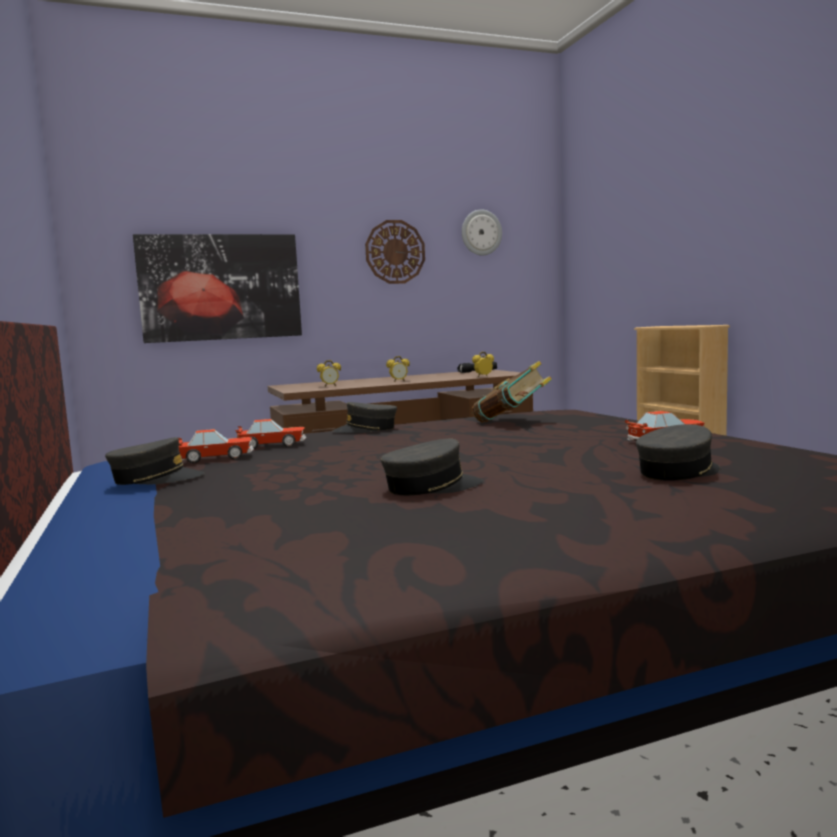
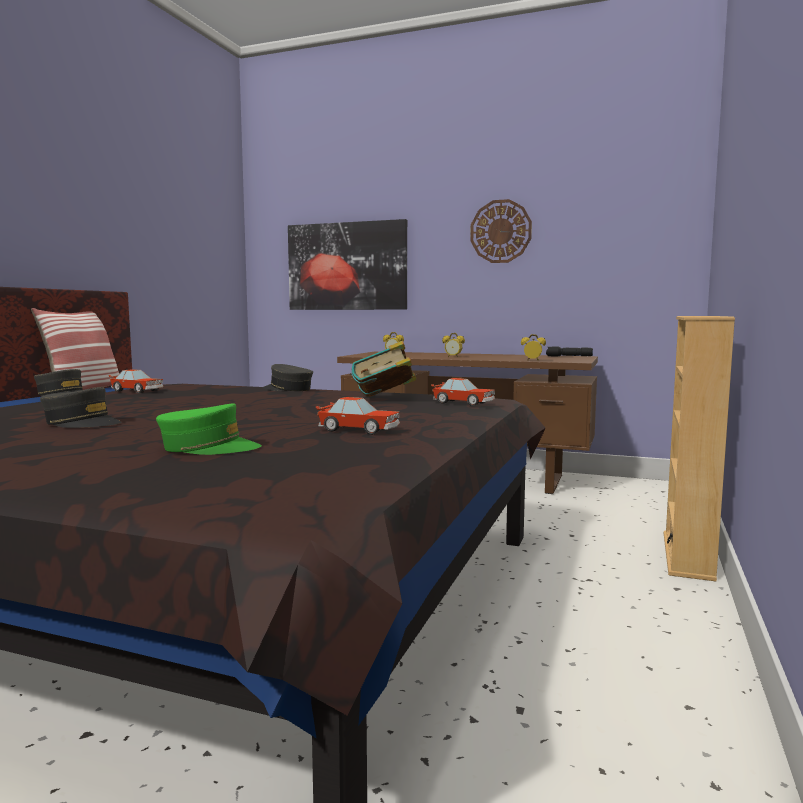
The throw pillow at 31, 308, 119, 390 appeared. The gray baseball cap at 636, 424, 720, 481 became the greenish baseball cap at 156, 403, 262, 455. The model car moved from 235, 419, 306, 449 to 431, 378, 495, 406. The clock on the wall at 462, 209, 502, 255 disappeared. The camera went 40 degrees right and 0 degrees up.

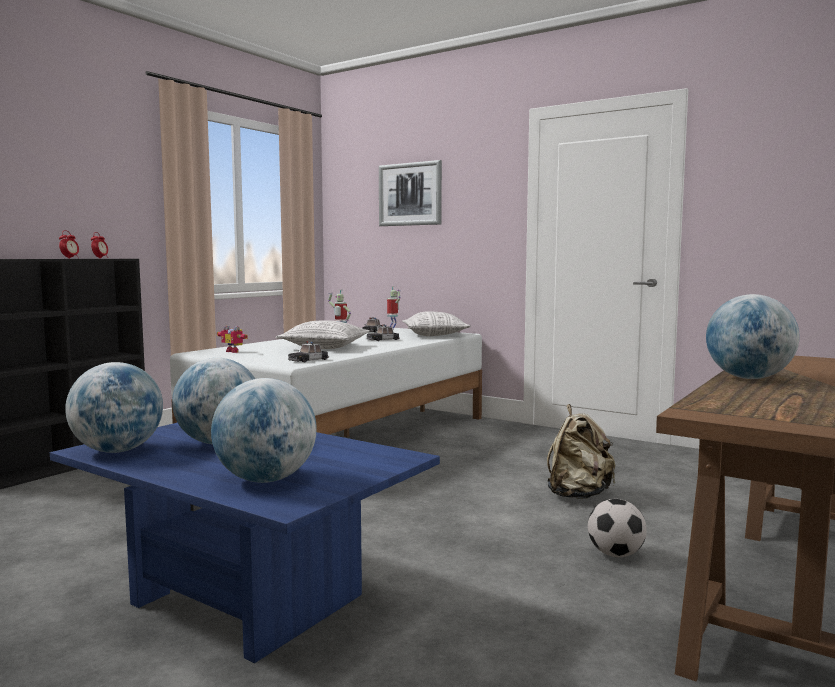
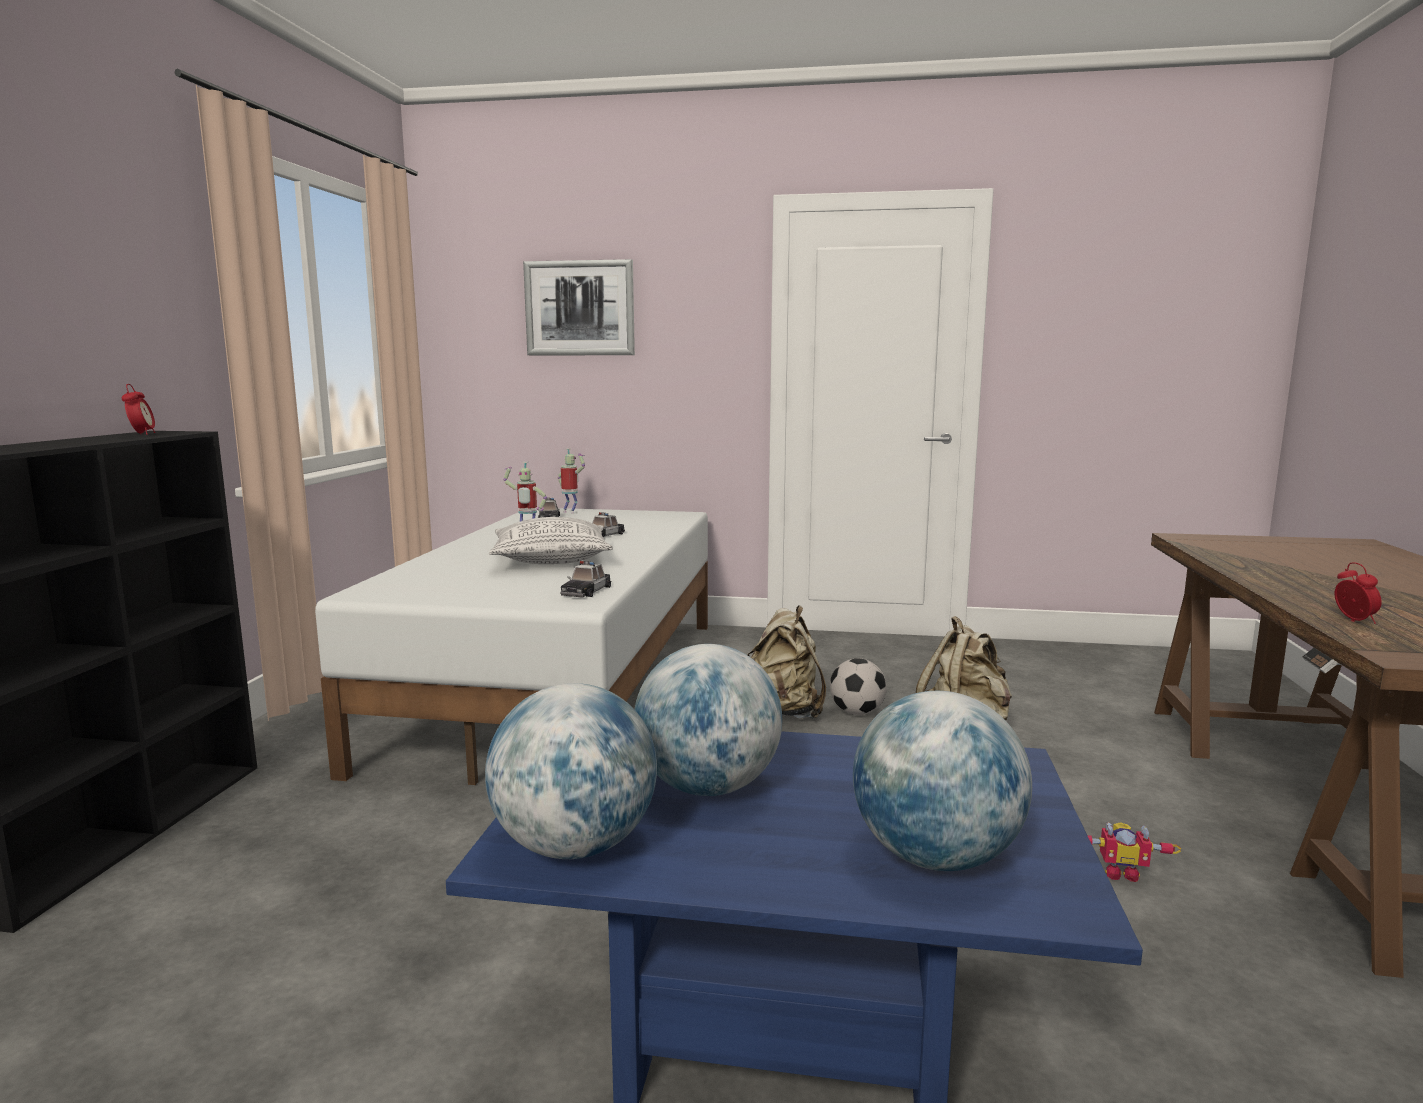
The beige-coloured backpack at 748, 605, 826, 719 appeared. The football ball moved from 588, 499, 647, 558 to 830, 658, 887, 715. The toy robot moved from 216, 325, 248, 353 to 1087, 822, 1181, 882. The bedside clock moved from 59, 230, 79, 259 to 1335, 562, 1382, 624. The throw pillow at 402, 311, 471, 336 disappeared. The desk globe at 706, 294, 800, 379 disappeared. The camera went 25 degrees left and 5 degrees up.

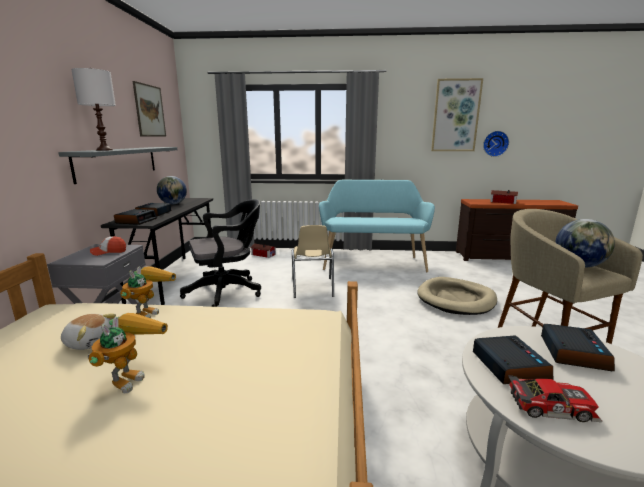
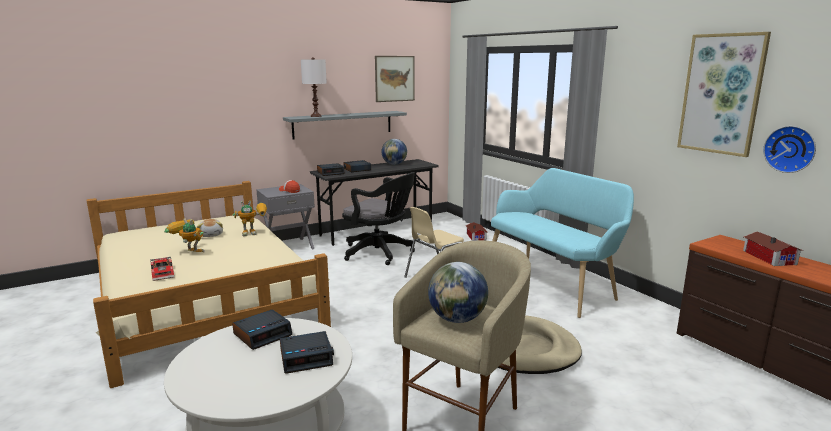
The model car moved from 508, 375, 602, 422 to 150, 257, 174, 281. The toy robot at 88, 313, 168, 393 turned 135 degrees counterclockwise. The camera went 55 degrees right and 0 degrees up.

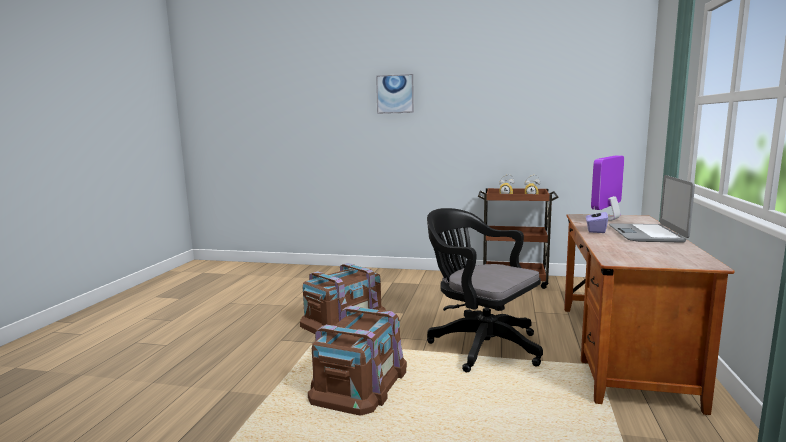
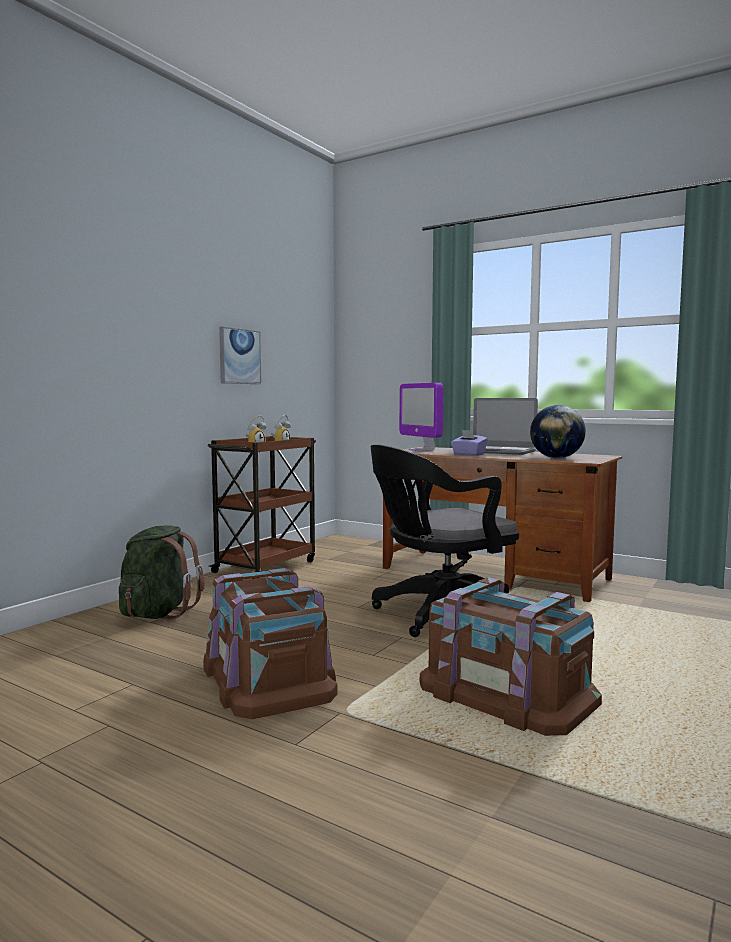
The greenish backpack at 119, 525, 205, 620 appeared. The wall art moved from 376, 74, 414, 114 to 219, 327, 261, 384. The desk globe at 530, 405, 586, 458 appeared. The camera went 70 degrees left and 5 degrees down.

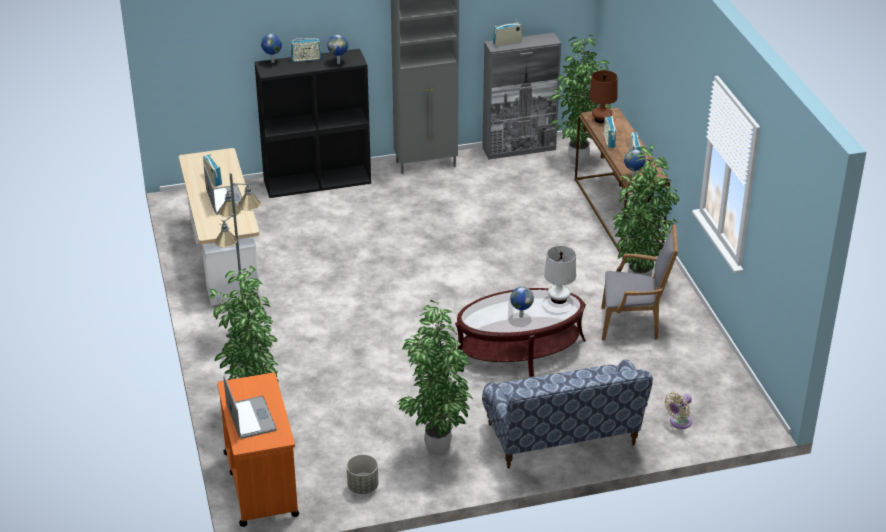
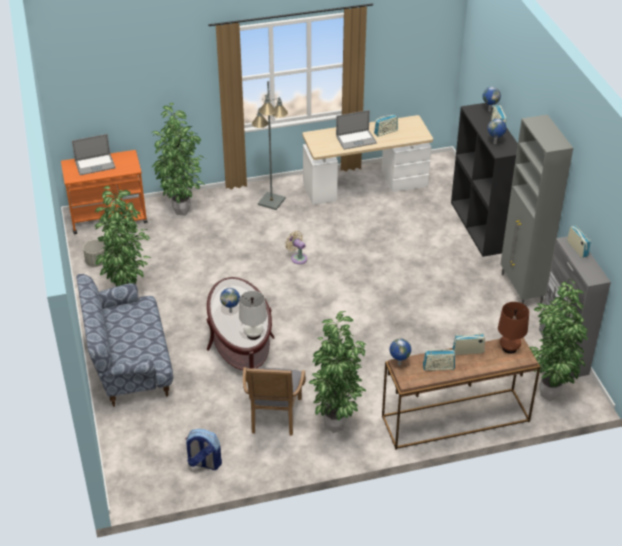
The backpack at 185, 429, 222, 470 appeared. The beige-coloured electric fan moved from 664, 392, 692, 429 to 286, 231, 307, 264. The camera went 90 degrees right and 5 degrees up.

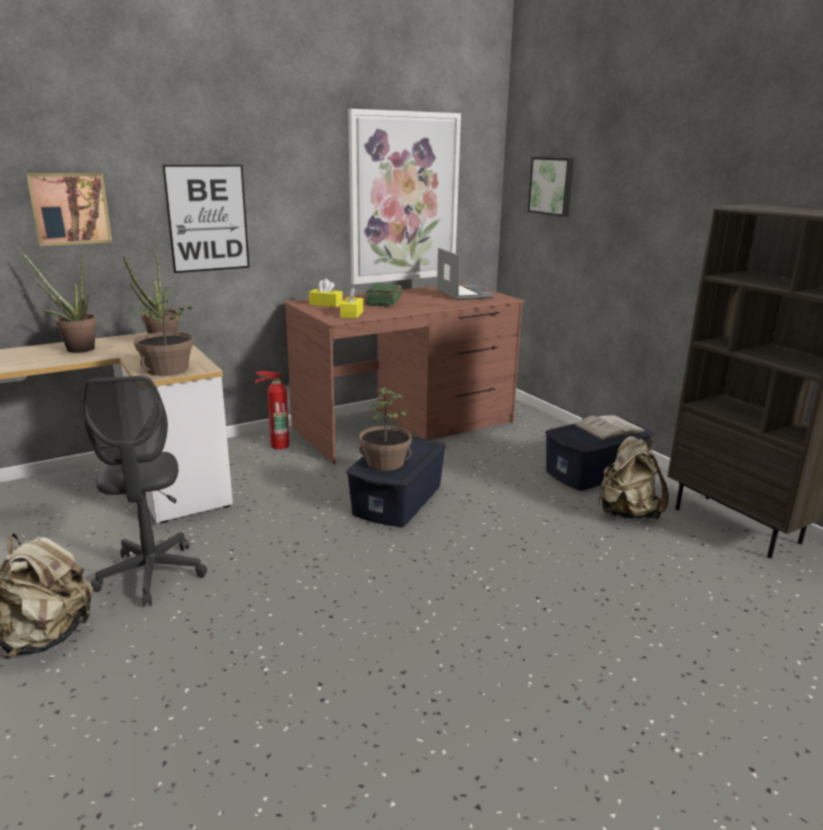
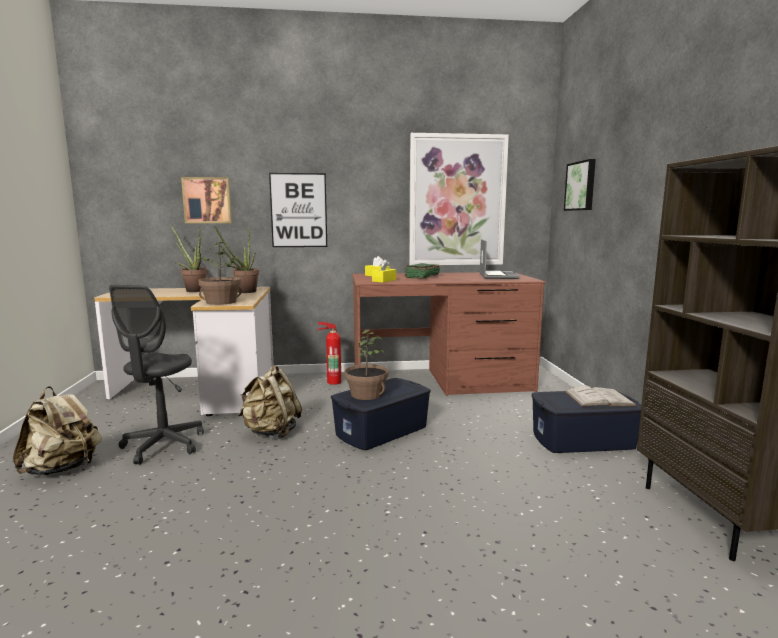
The beige-coloured backpack moved from 598, 436, 669, 519 to 238, 365, 302, 439. The camera went 25 degrees right and 10 degrees down.

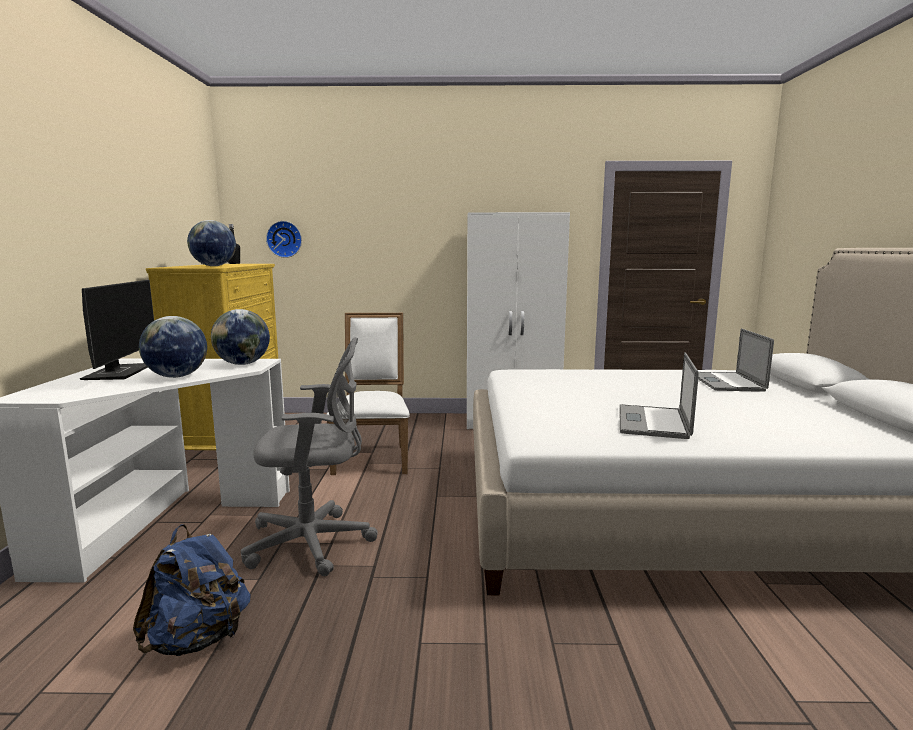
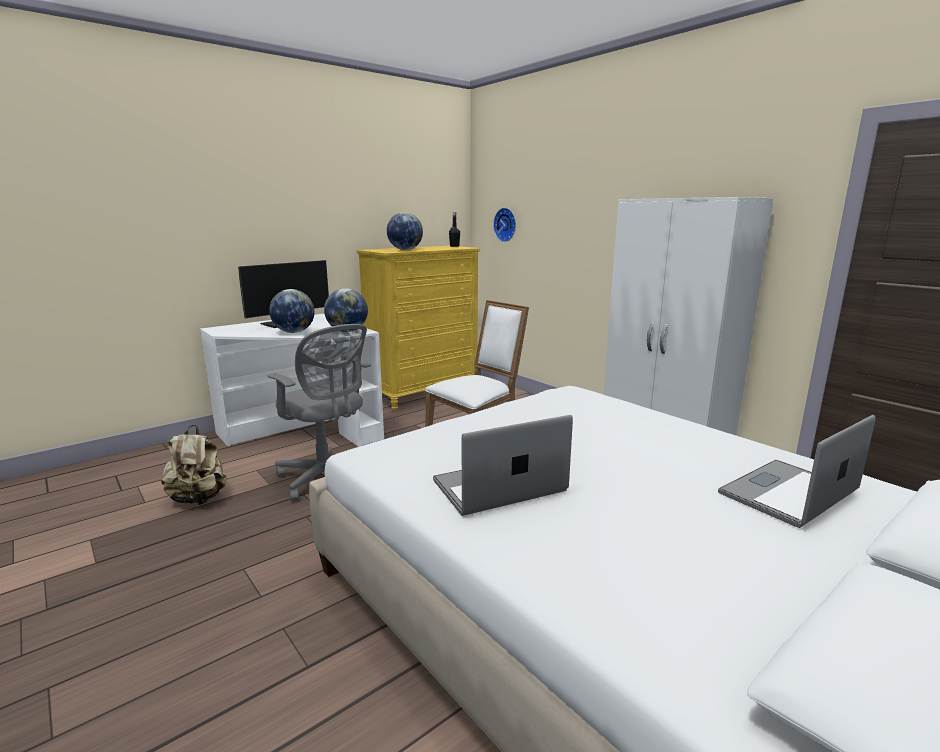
The blue backpack at 133, 524, 250, 656 became the beige-coloured backpack at 161, 425, 227, 505. The camera went 50 degrees right and 5 degrees up.

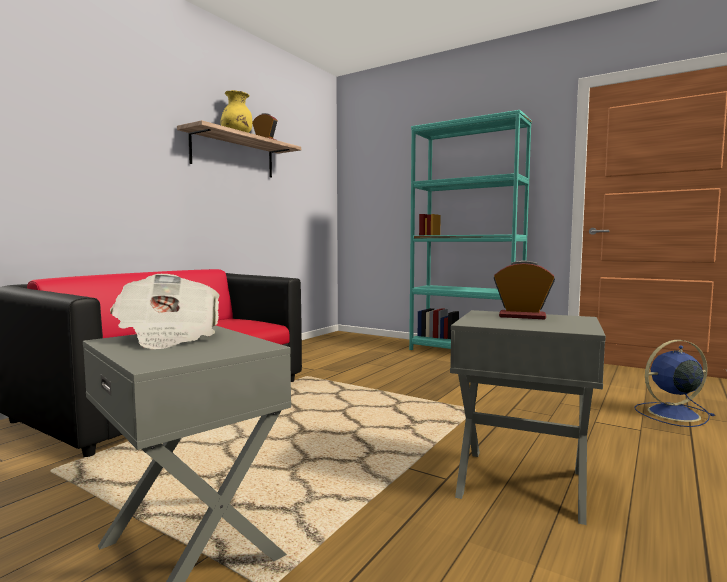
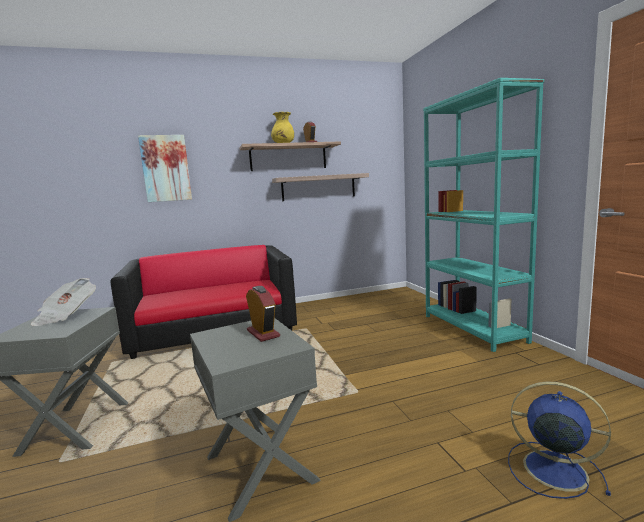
The wall art at 138, 135, 192, 202 appeared. The bracket shelf at 272, 173, 369, 201 appeared. The camera went 40 degrees right and 5 degrees up.

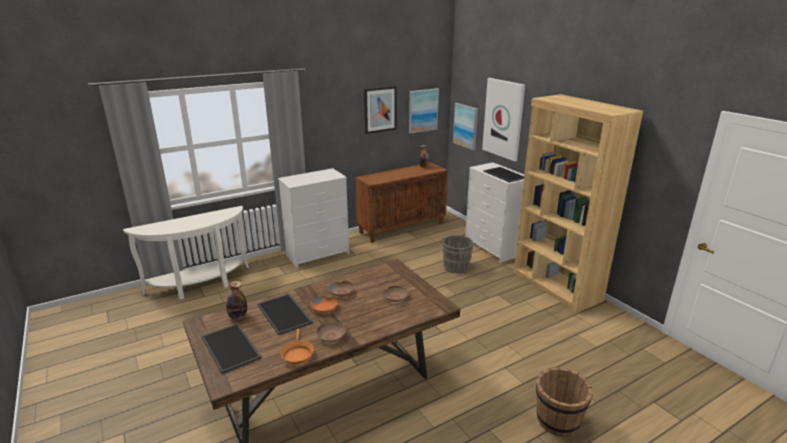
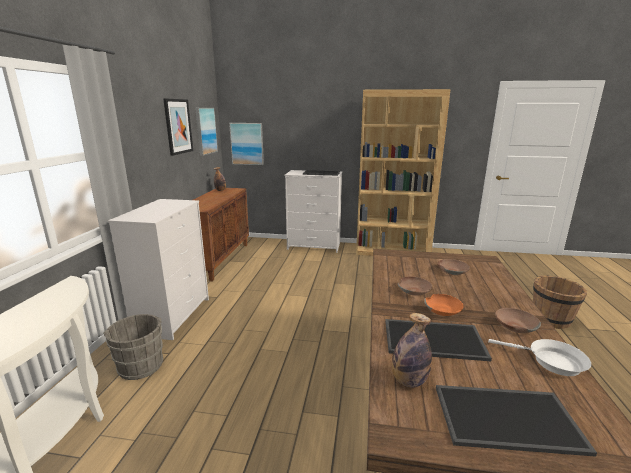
The gray bucket moved from 442, 235, 476, 273 to 103, 314, 163, 380. The orange frying pan at 280, 328, 314, 365 became the white frying pan at 488, 339, 591, 376. The wall art at 482, 78, 525, 162 disappeared. The camera went 50 degrees left and 5 degrees down.

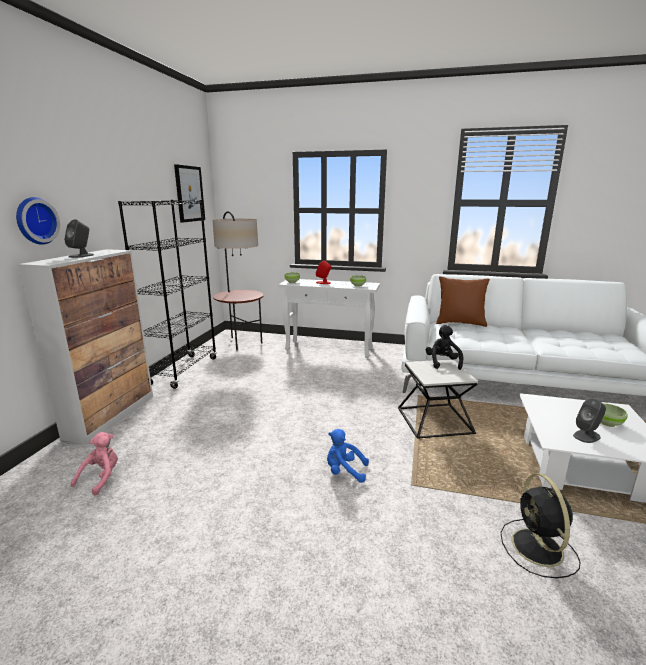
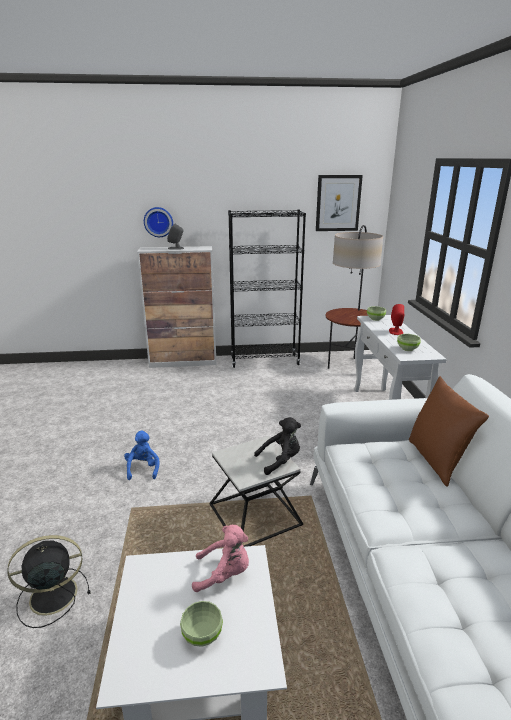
The pink-coloured plush toy moved from 71, 432, 118, 495 to 192, 525, 249, 592. The gray speaker at 573, 398, 606, 443 disappeared. The camera went 70 degrees right and 5 degrees up.

